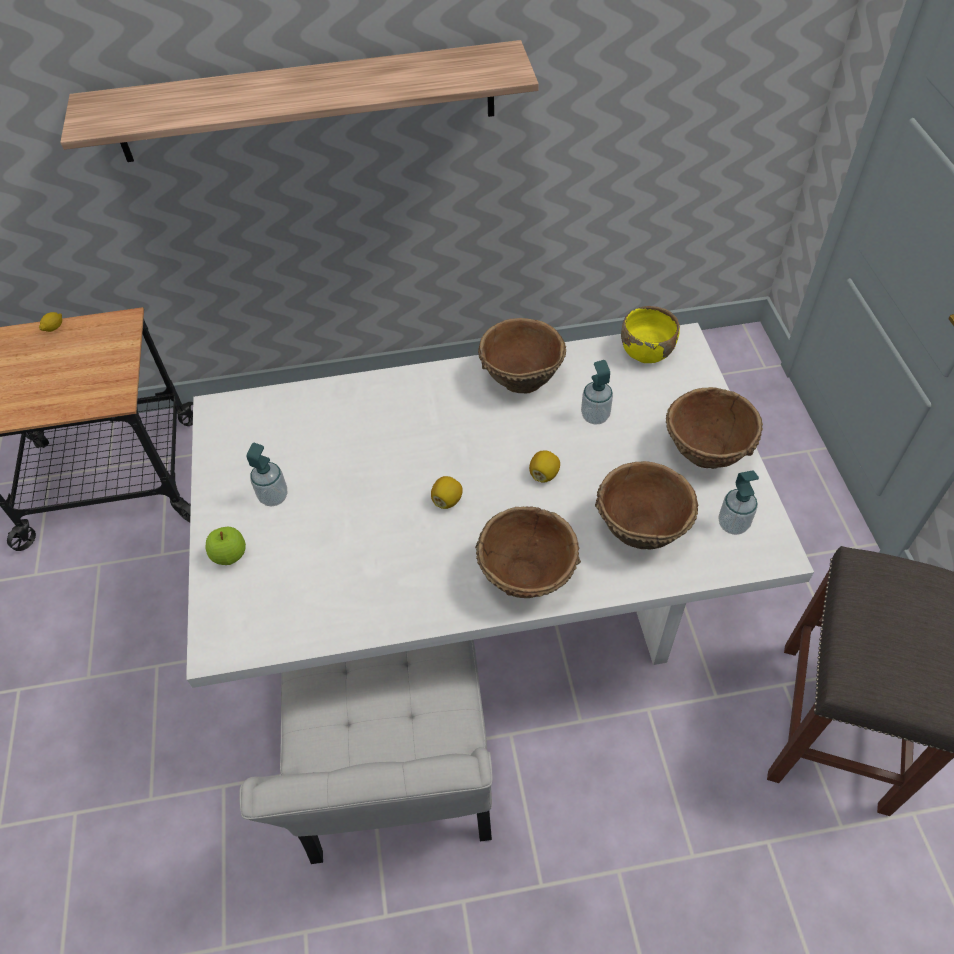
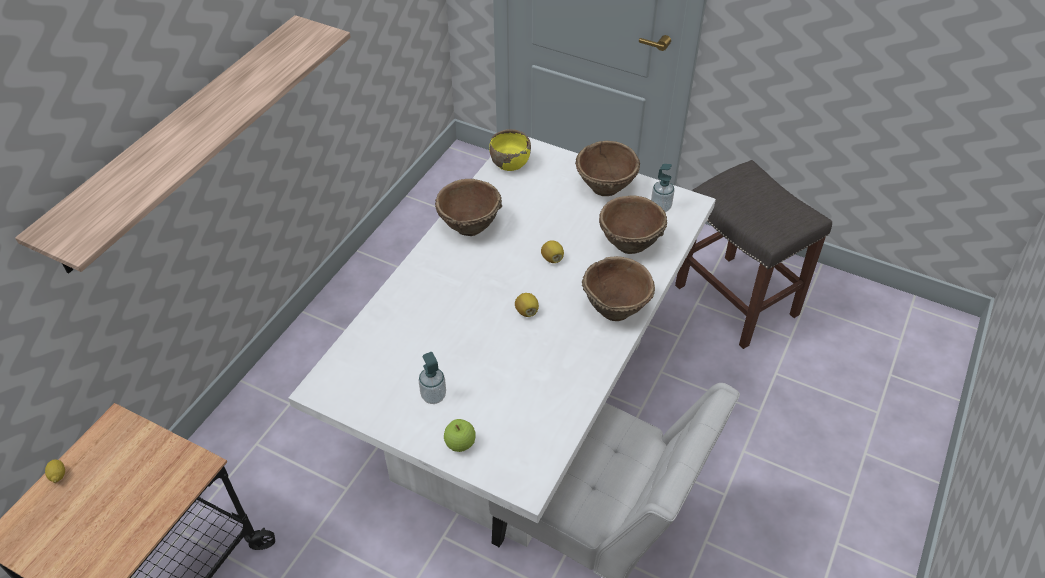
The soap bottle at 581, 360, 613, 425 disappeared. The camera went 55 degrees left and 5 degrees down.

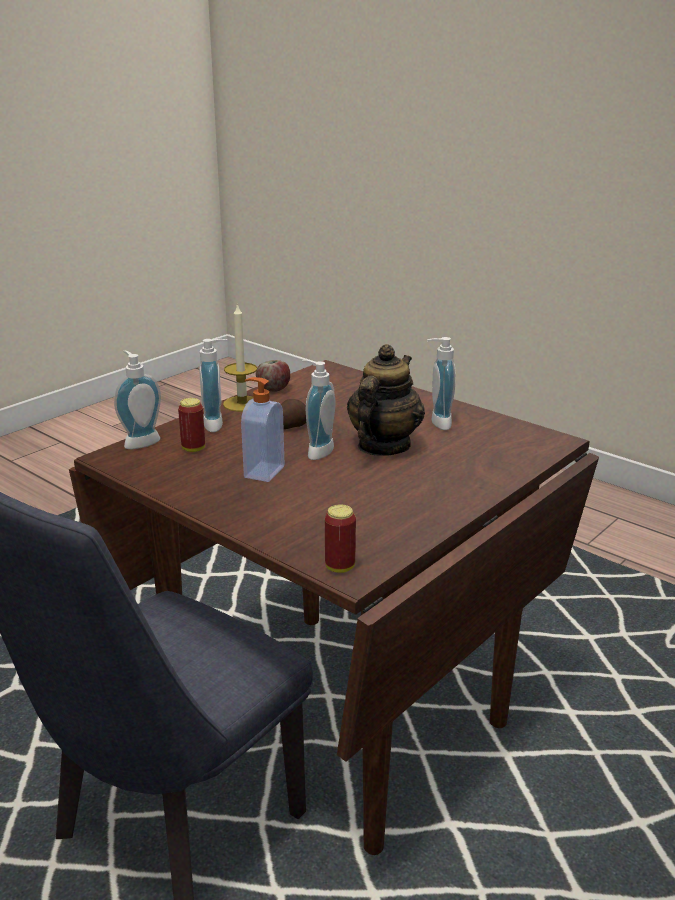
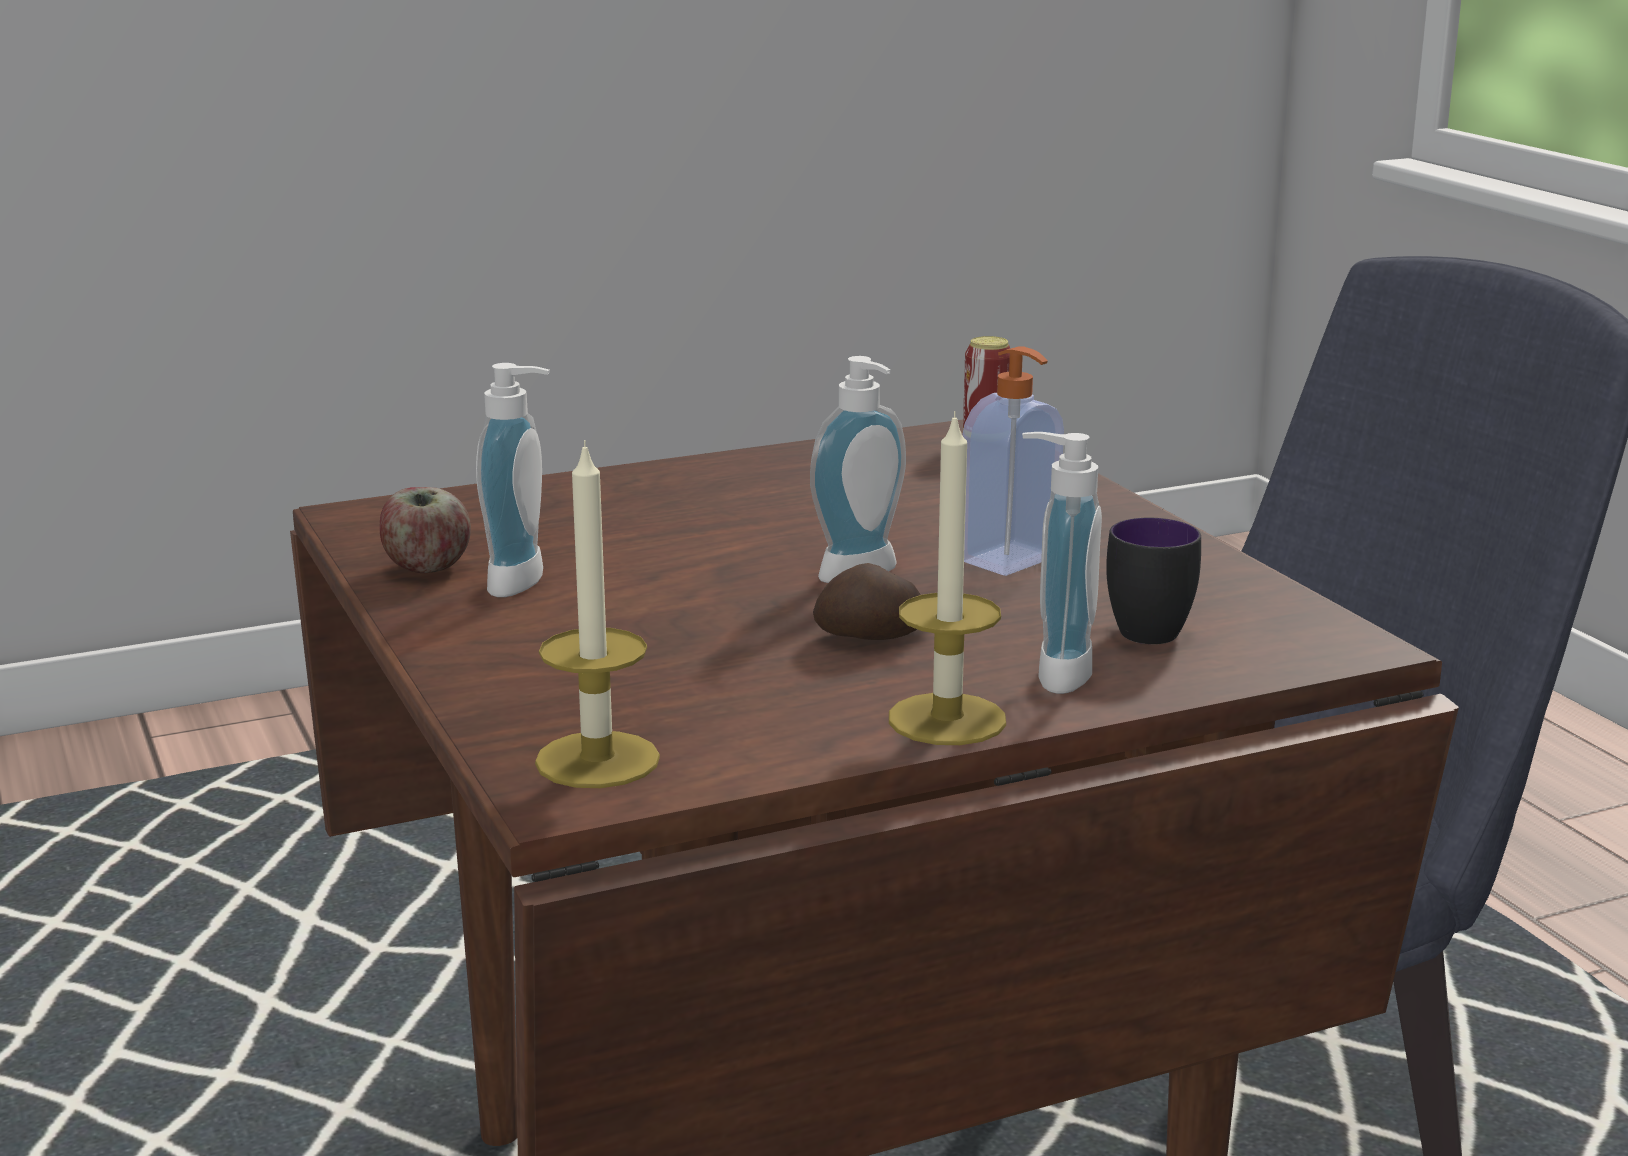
The apple fruit moved from 256, 360, 290, 392 to 380, 487, 471, 573. The wax candle at 535, 440, 660, 788 appeared. The sealed can at 178, 398, 205, 452 was replaced by the mug at 1106, 518, 1201, 644. The soap bottle at 114, 351, 161, 449 disappeared. The pot for tea at 347, 344, 425, 456 disappeared. The camera went 155 degrees left and 5 degrees down.

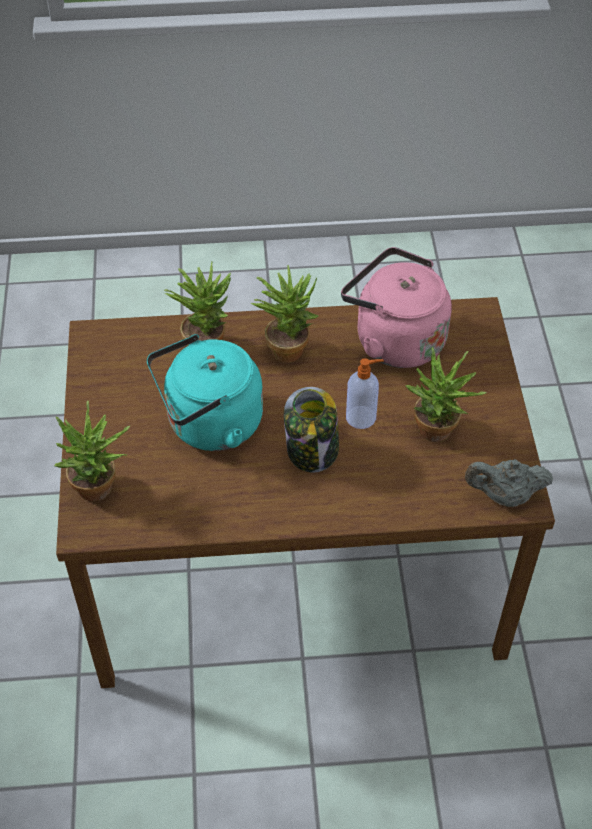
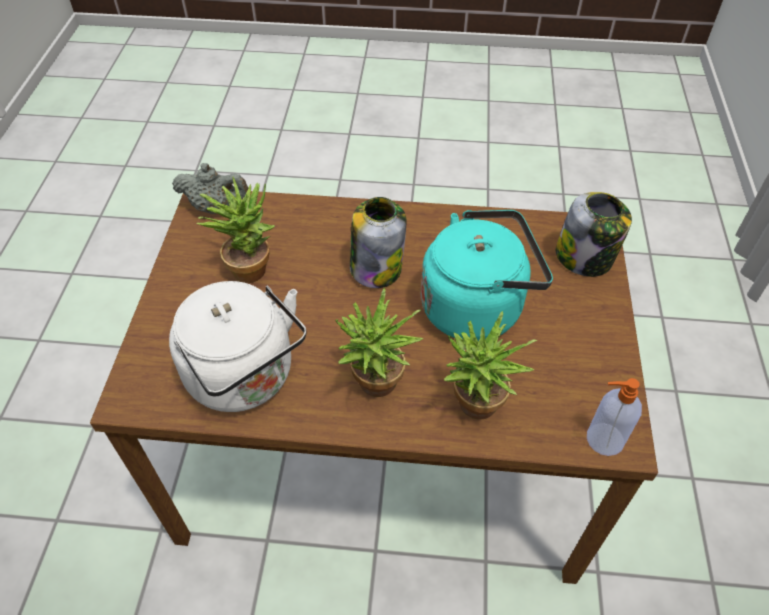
The pink-coloured tea kettle at 341, 247, 452, 368 became the white tea kettle at 169, 281, 307, 412. The houseplant at 54, 401, 130, 501 was replaced by the storage jar at 556, 192, 632, 277. The soap bottle moved from 346, 358, 384, 429 to 587, 378, 642, 456. The camera went 170 degrees left and 0 degrees up.

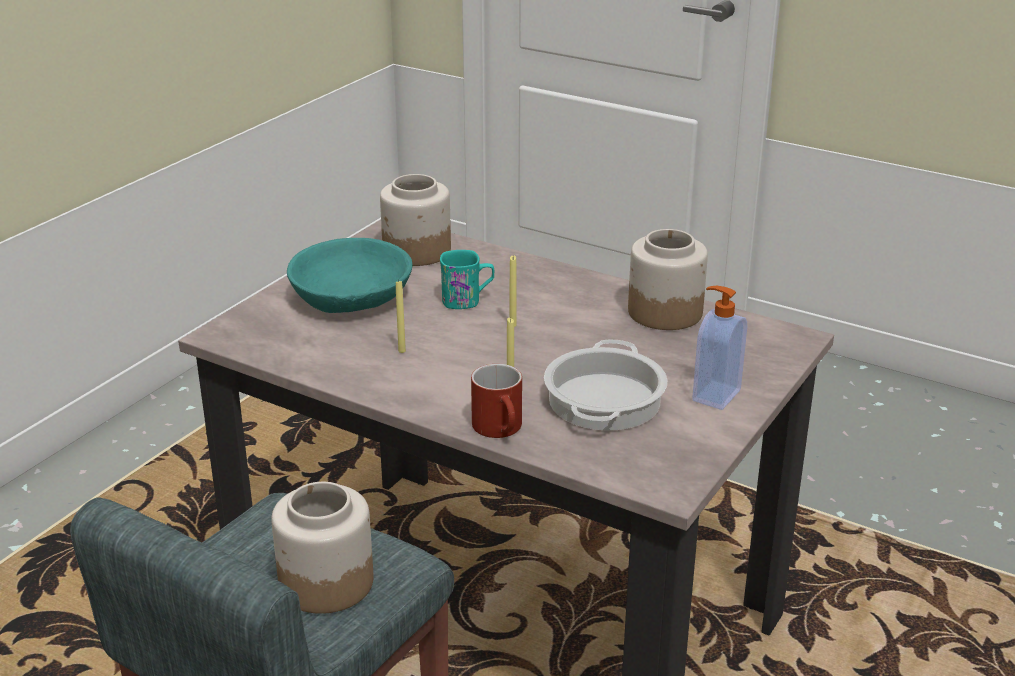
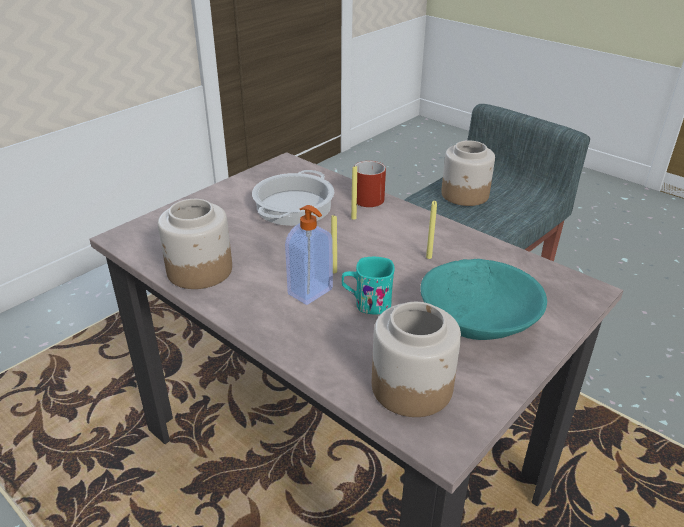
The soap bottle moved from 692, 286, 747, 410 to 285, 205, 333, 305. The camera went 170 degrees left and 5 degrees up.

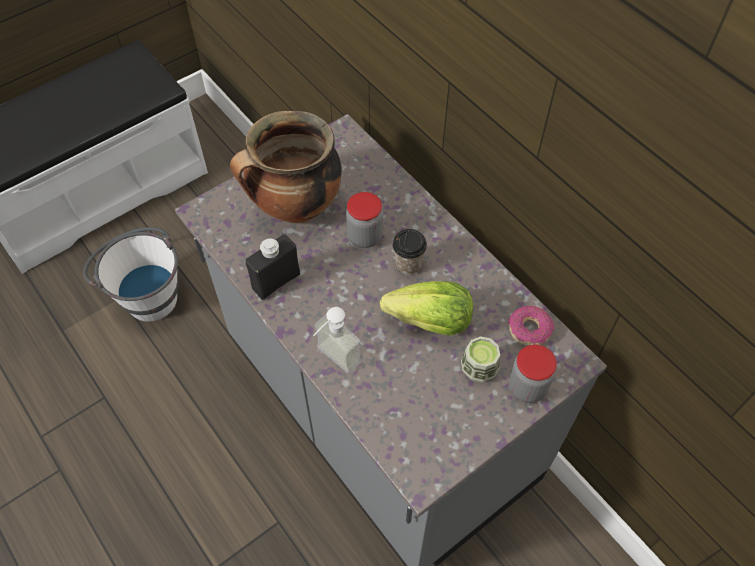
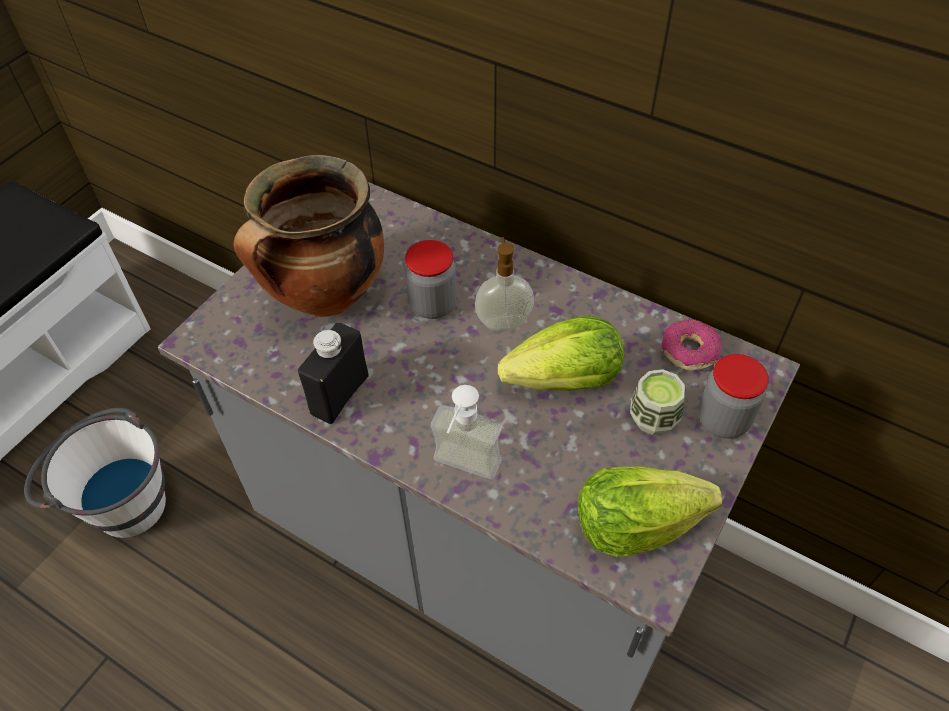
The small cup at 392, 229, 427, 275 was replaced by the soap bottle at 475, 237, 534, 330. The head of lettuce at 578, 467, 722, 557 appeared. The camera went 20 degrees left and 5 degrees down.

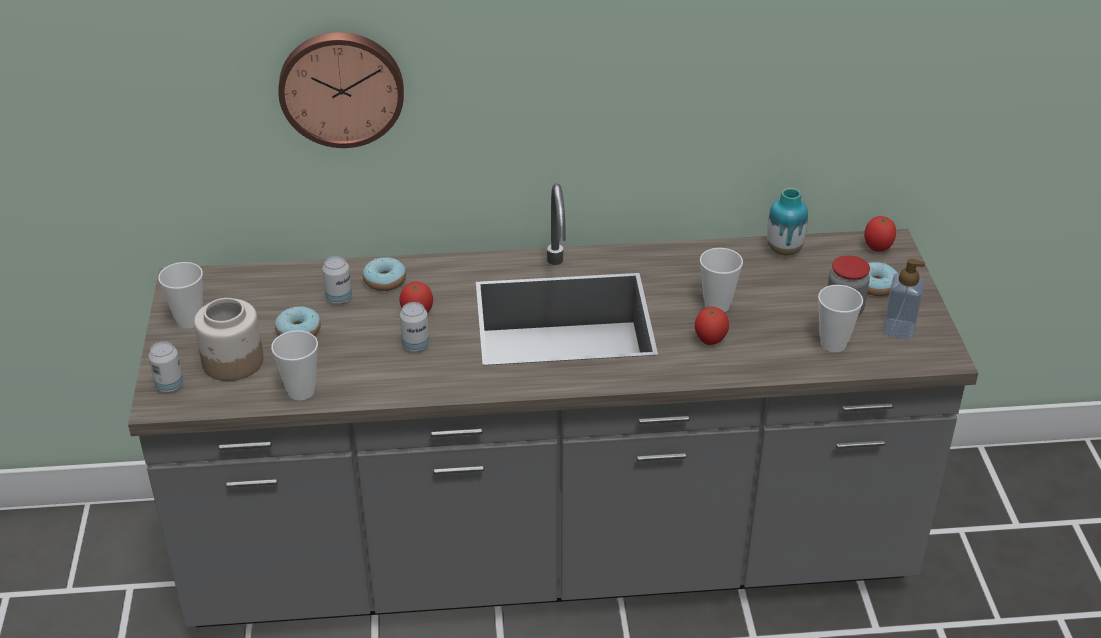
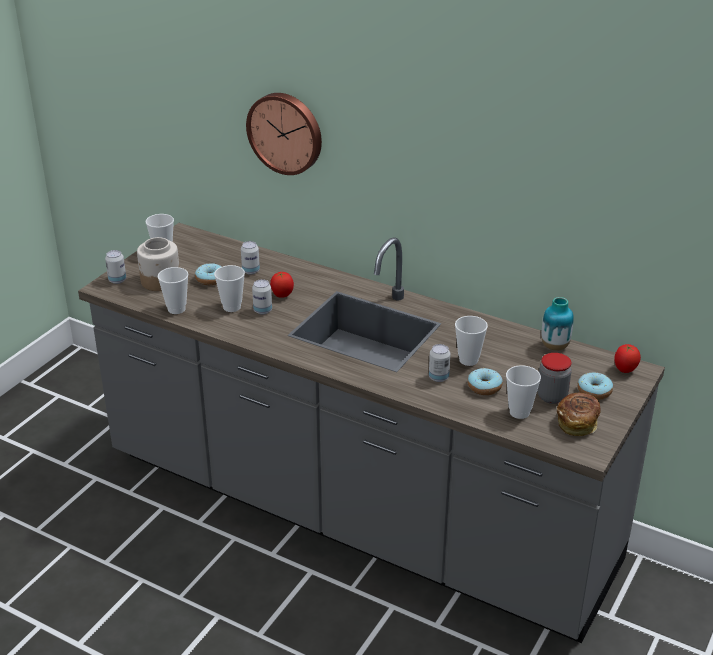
The small cup at 214, 265, 245, 312 appeared. The whole tomato at 695, 307, 729, 345 was replaced by the sealed can at 429, 344, 450, 382. The doughnut moved from 363, 257, 406, 291 to 468, 368, 503, 395. The soap bottle at 883, 259, 925, 340 was replaced by the baked bread at 557, 392, 601, 436. The camera went 35 degrees right and 5 degrees down.

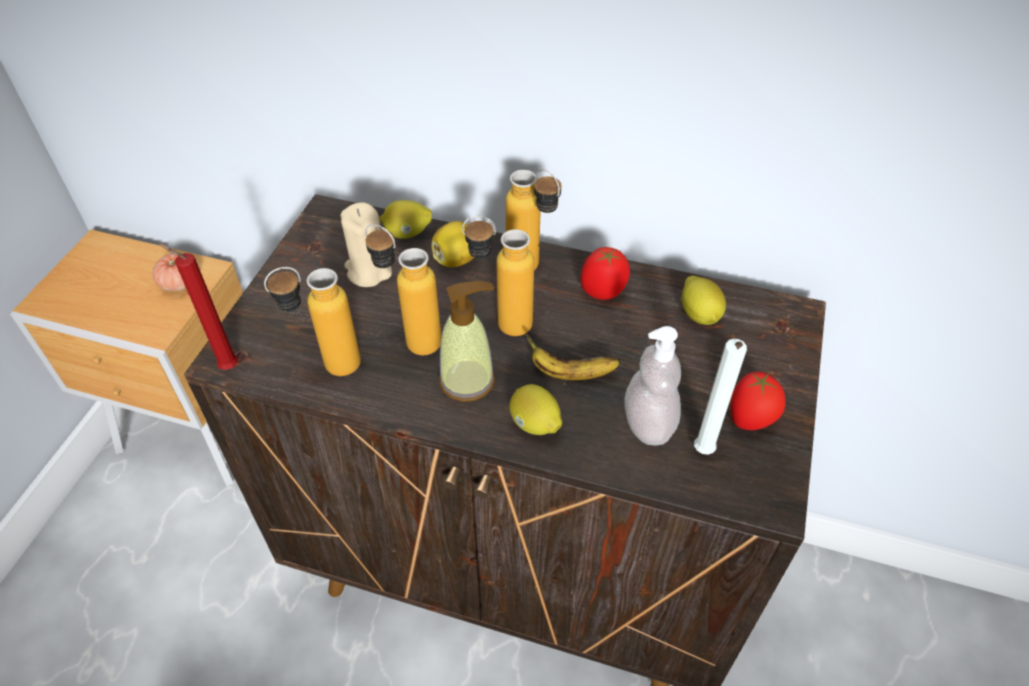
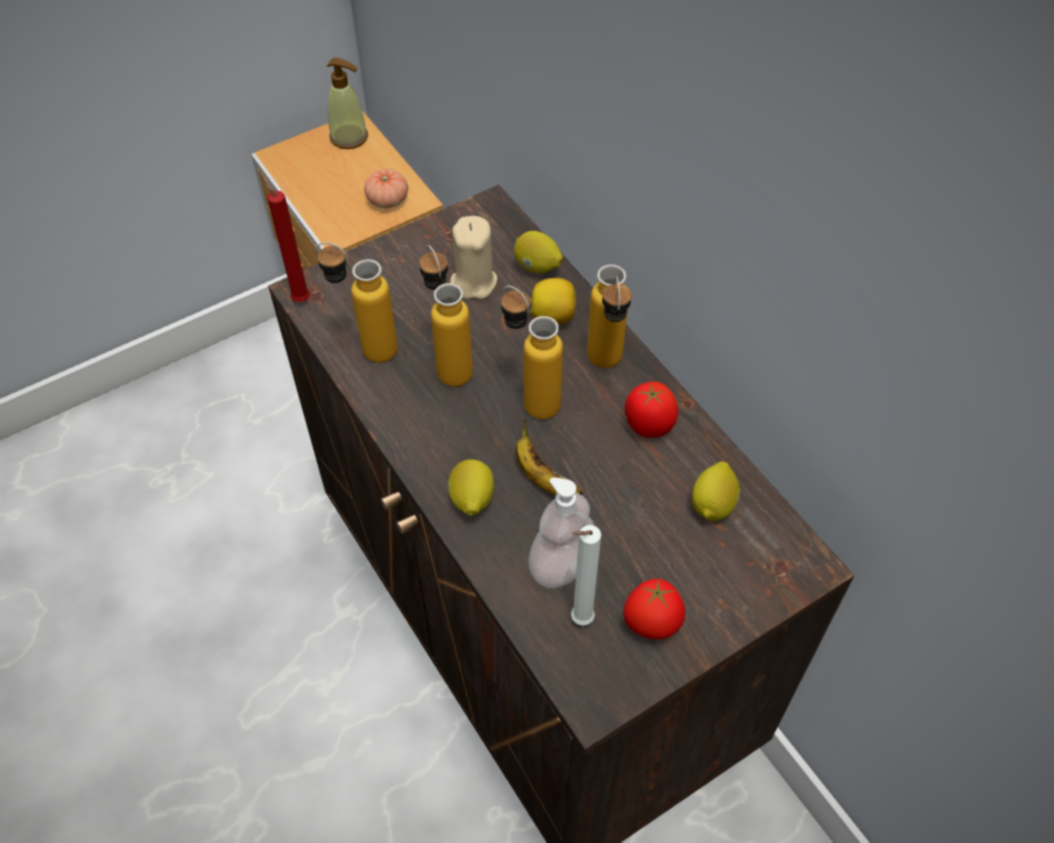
The soap bottle moved from 439, 281, 495, 402 to 327, 58, 368, 149. The camera went 40 degrees right and 5 degrees up.

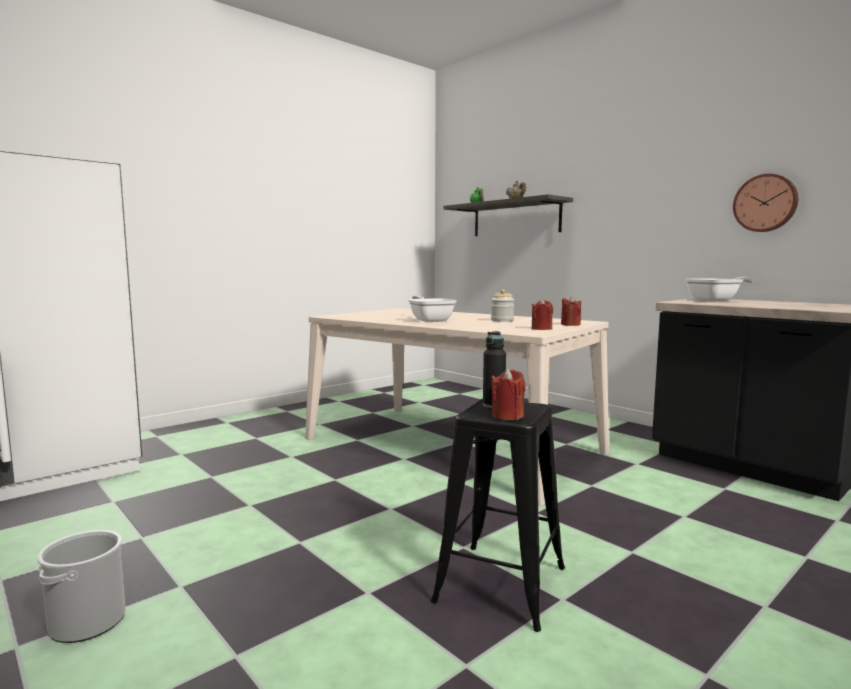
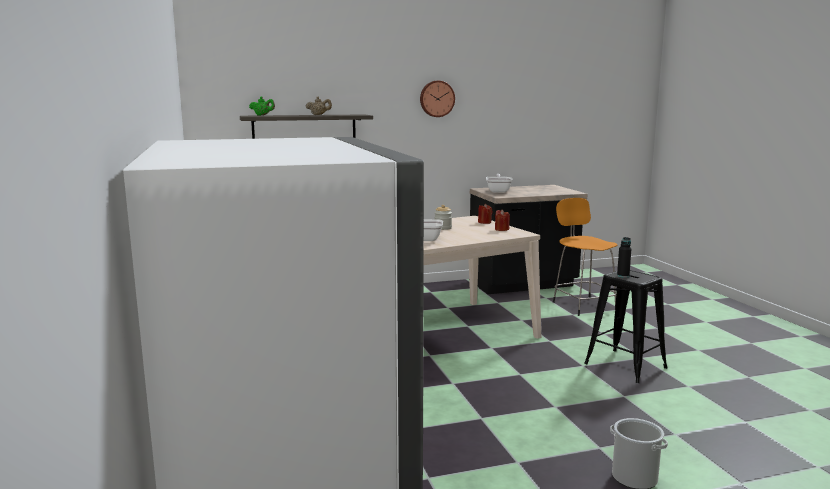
The clock on the wall moved from 733, 174, 798, 232 to 420, 81, 455, 117. The orange stool seat at 553, 198, 617, 316 appeared. The reddish wax candle at 491, 369, 526, 420 disappeared. The camera went 65 degrees left and 5 degrees up.

